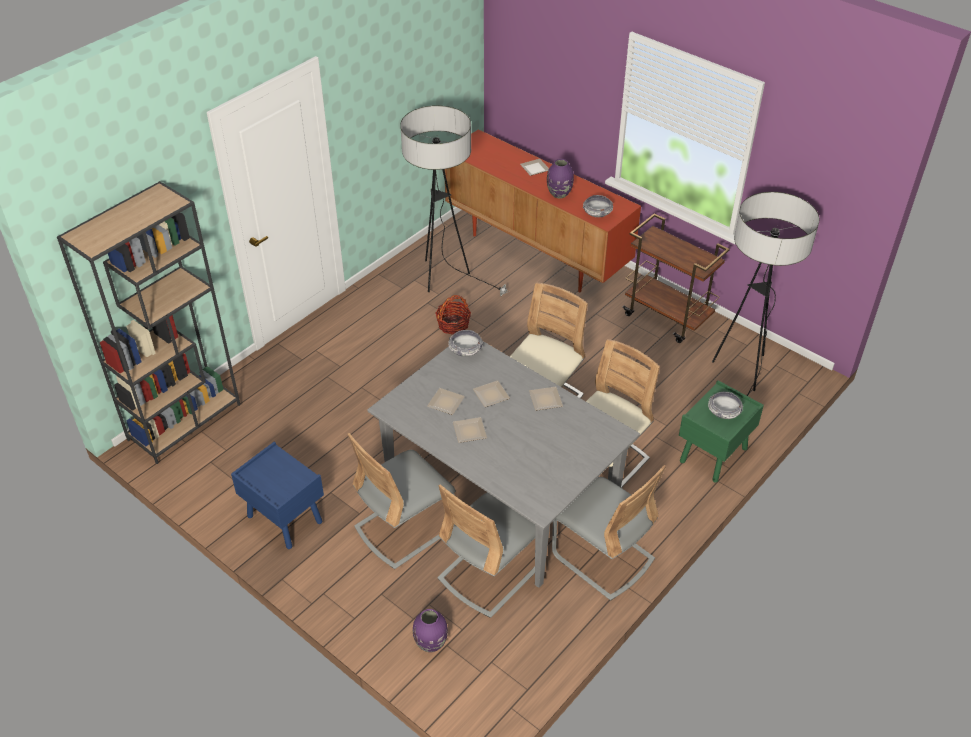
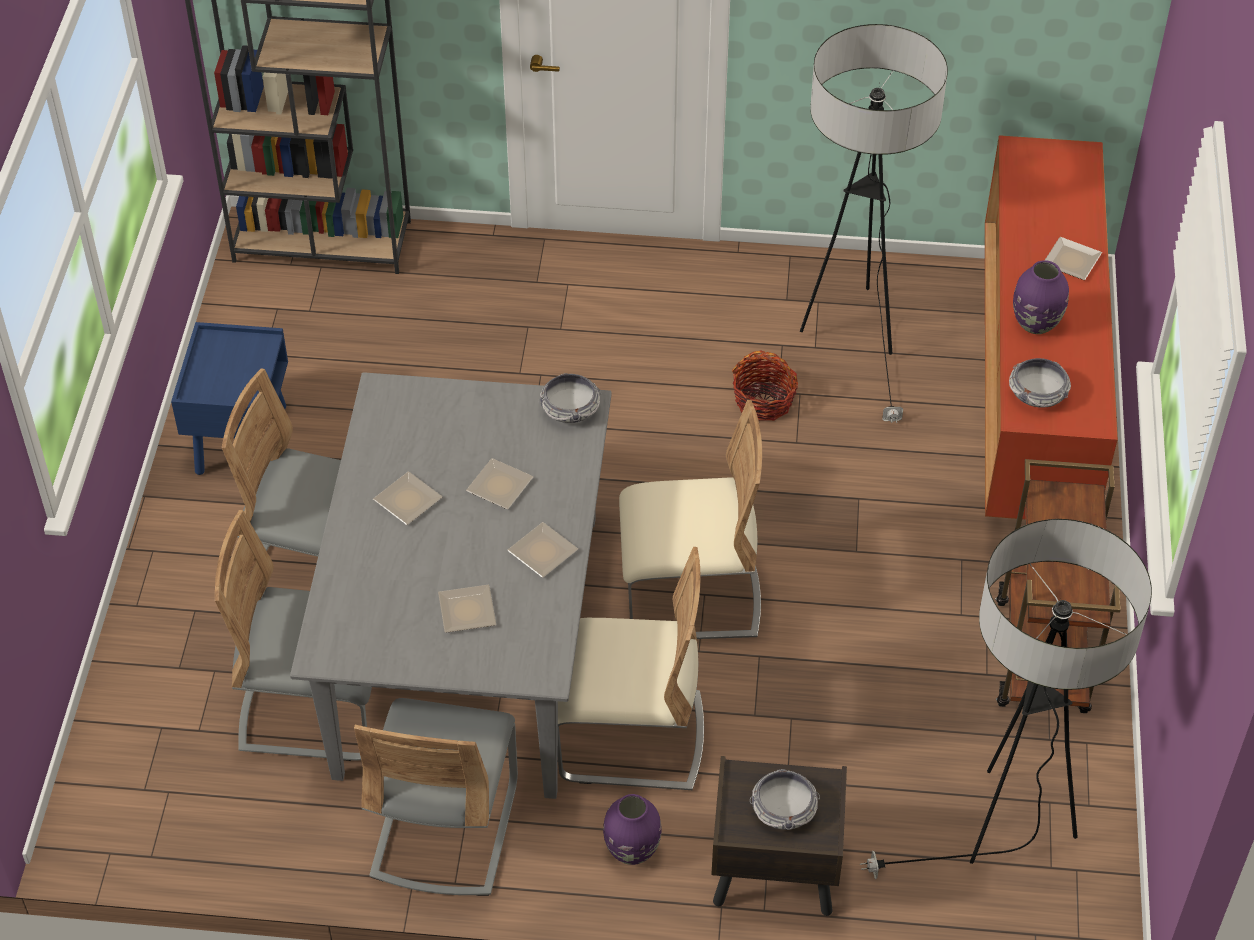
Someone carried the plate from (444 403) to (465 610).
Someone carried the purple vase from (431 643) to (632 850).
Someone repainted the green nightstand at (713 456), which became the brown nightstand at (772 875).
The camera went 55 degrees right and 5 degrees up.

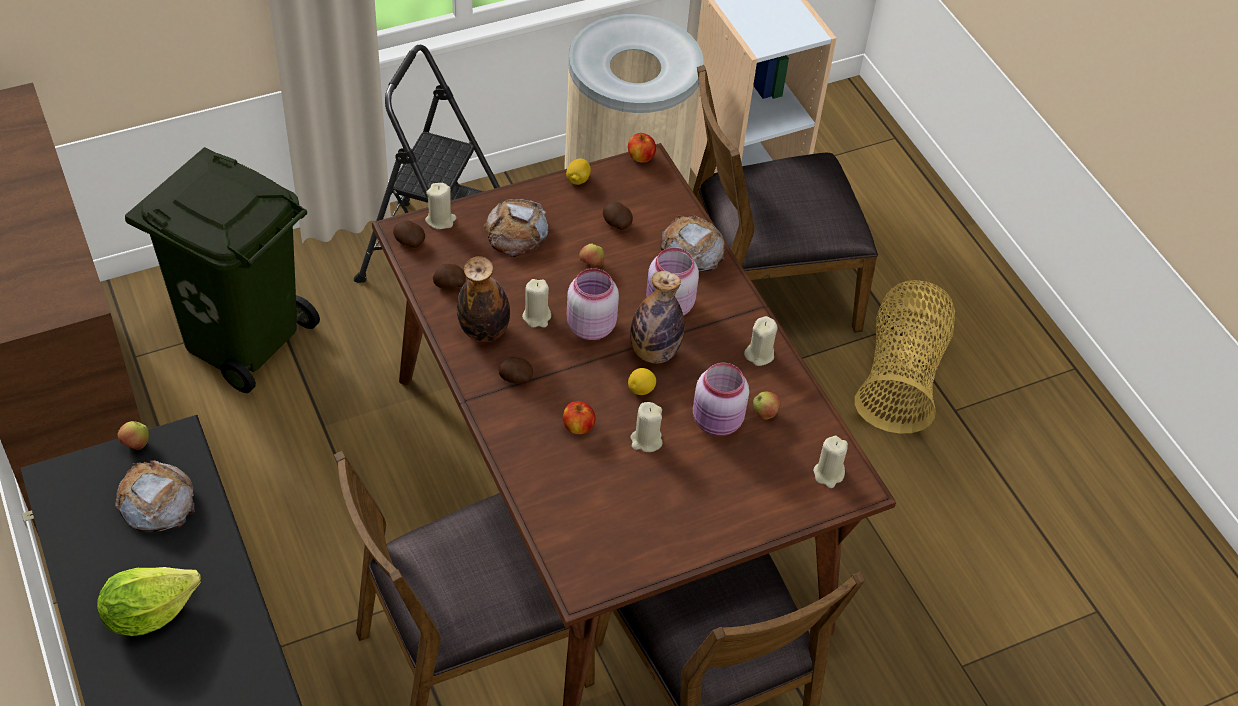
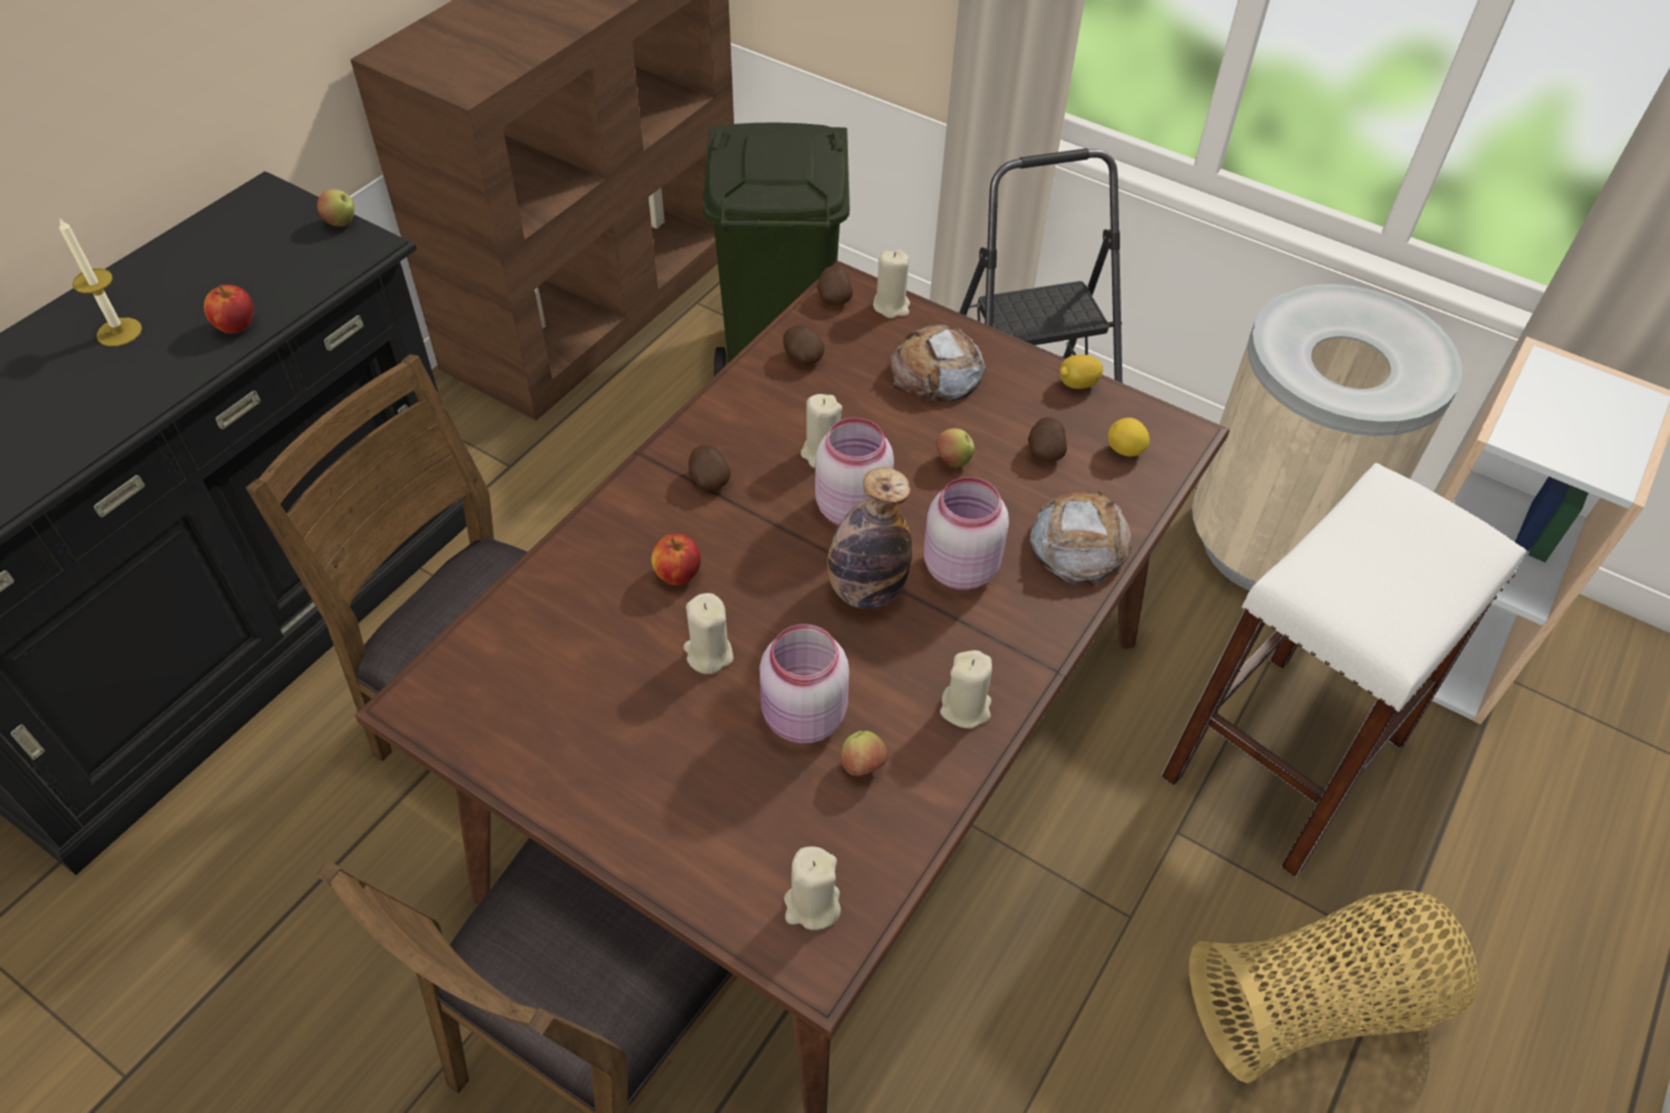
Someone swapped the lettuce at (148 613) for the candle at (119 332).
Someone carried the apple from (641 157) to (236 326).
Someone carried the lemon from (641 390) to (1125 451).
Someone swapped the brown chair at (763 292) for the white stool at (1285 758).
Someone took away the bread at (155 501).
Someone took away the bottle at (484 331).
The camera went 60 degrees right and 0 degrees up.

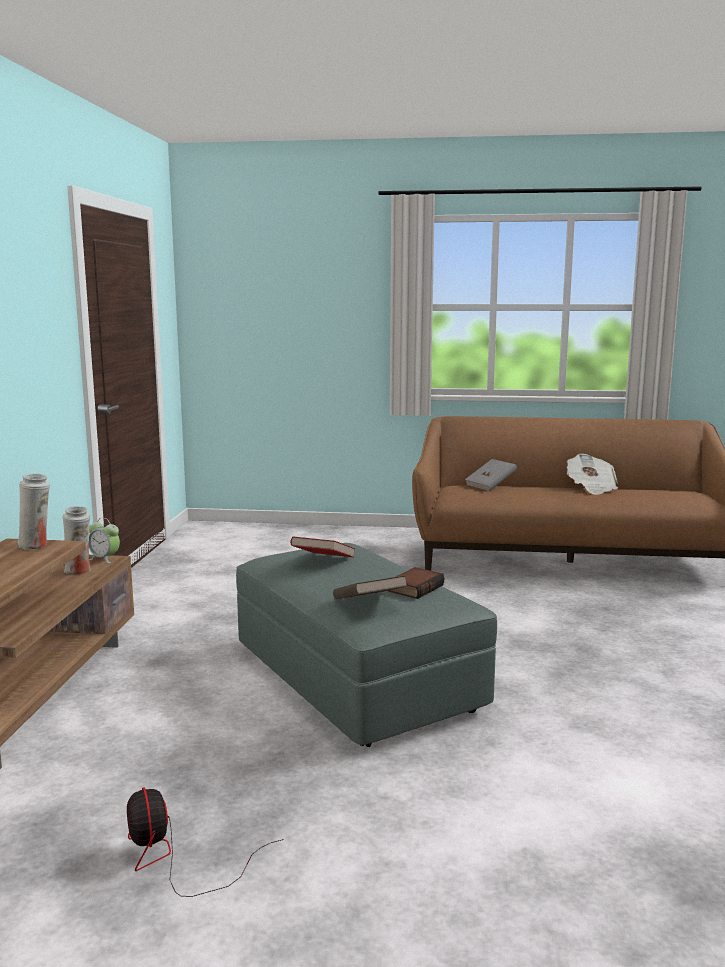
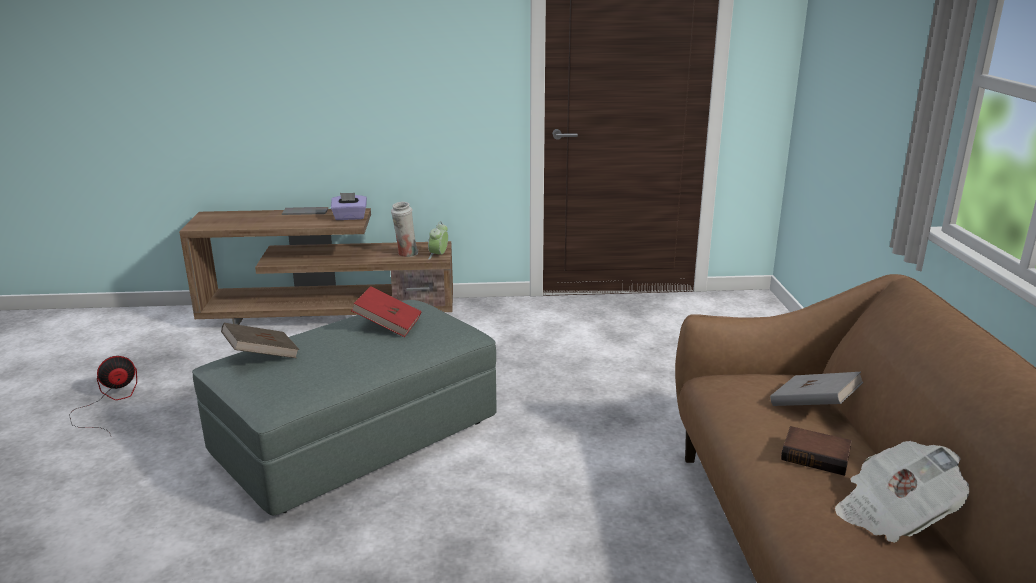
Someone swapped the white vase at (36 546) for the purple tissue box at (350 217).
Someone carried the book from (415 587) to (816 455).
The camera went 80 degrees right and 10 degrees up.

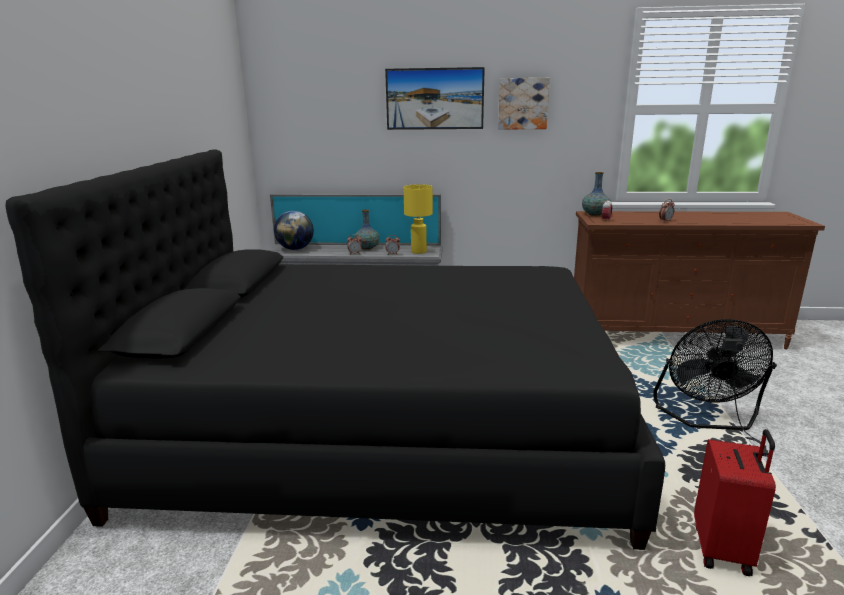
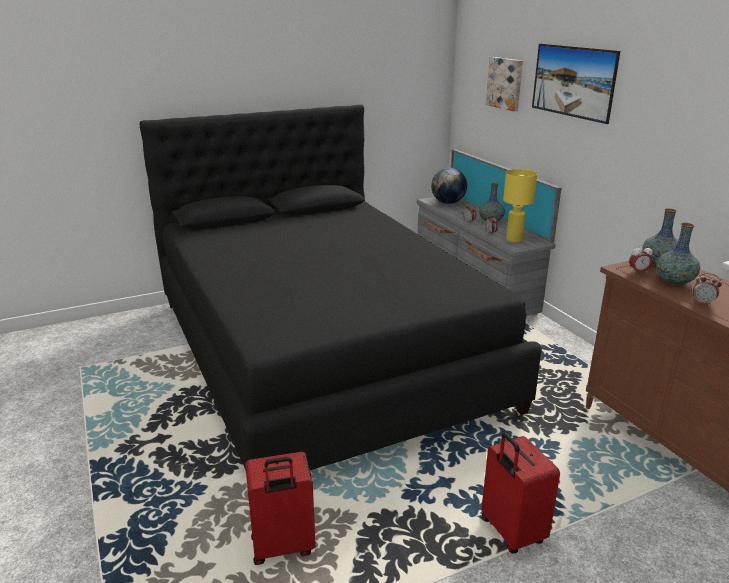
Someone swapped the black fan at (717 422) for the red suitcase at (511 532).
Someone carried the picture from (522 103) to (505 83).
Someone put down the vase at (674 282).
The camera went 60 degrees right and 5 degrees up.

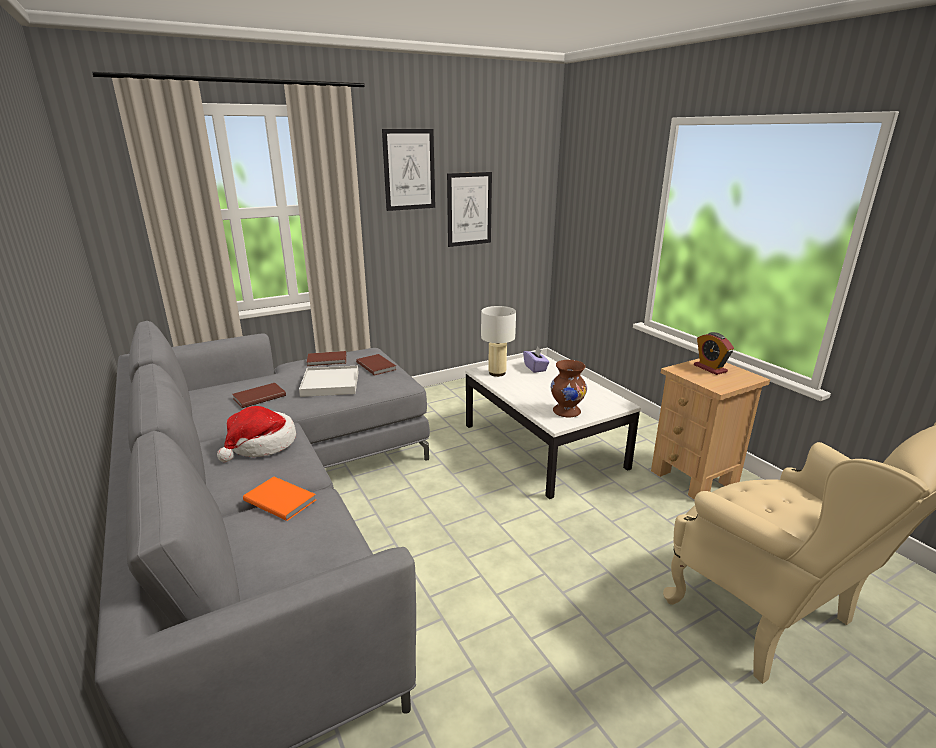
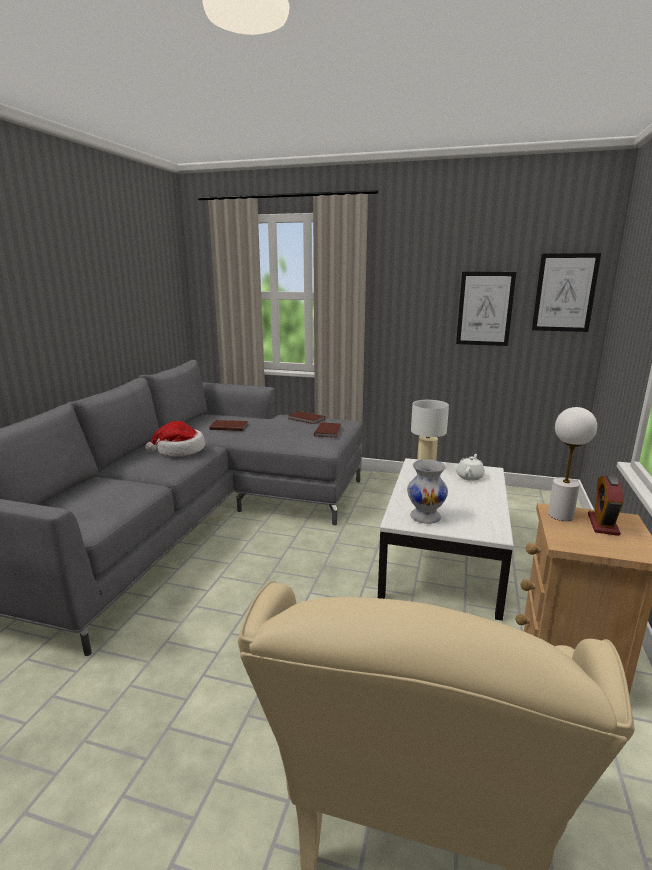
Someone repainted the brown vase at (566 412), which became the white vase at (425 517).
Someone swapped the purple tissue box at (535 368) for the white teapot at (470 476).
Someone carried the picture from (409 170) to (565 293).
Someone put down the white table lamp at (560 515).
Someone took away the orange book at (280 499).
Someone took away the white tray at (330 384).
The camera went 45 degrees right and 5 degrees down.

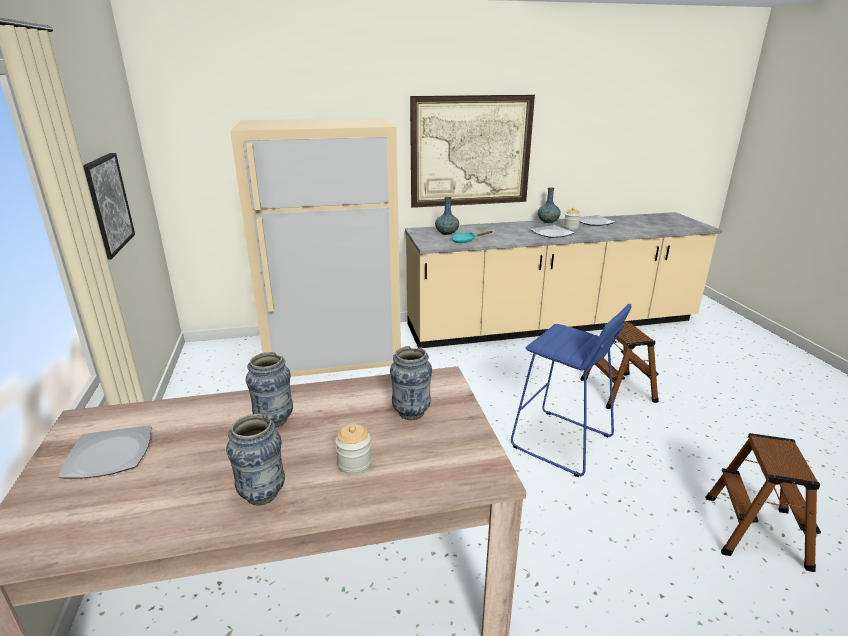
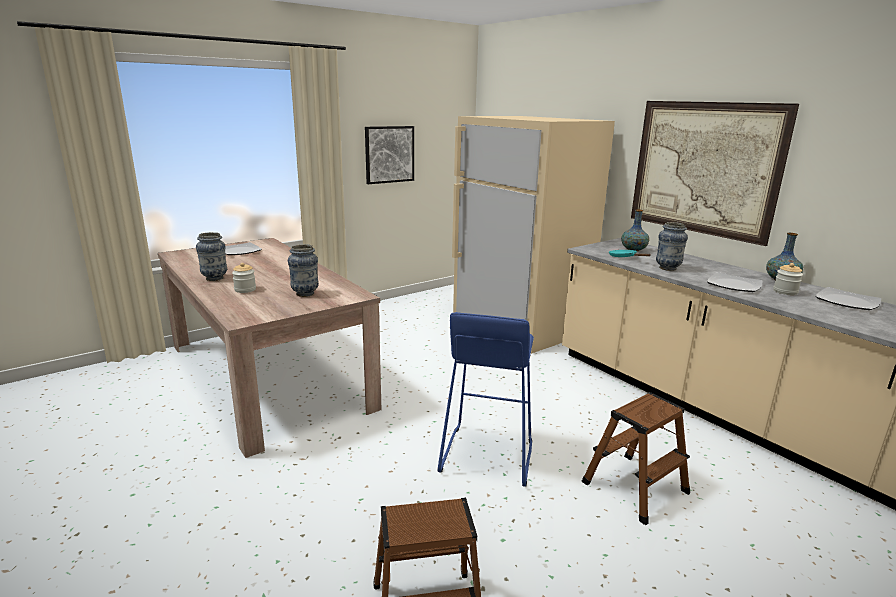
Someone carried the vase from (274 420) to (667 268).
The camera went 65 degrees right and 5 degrees down.

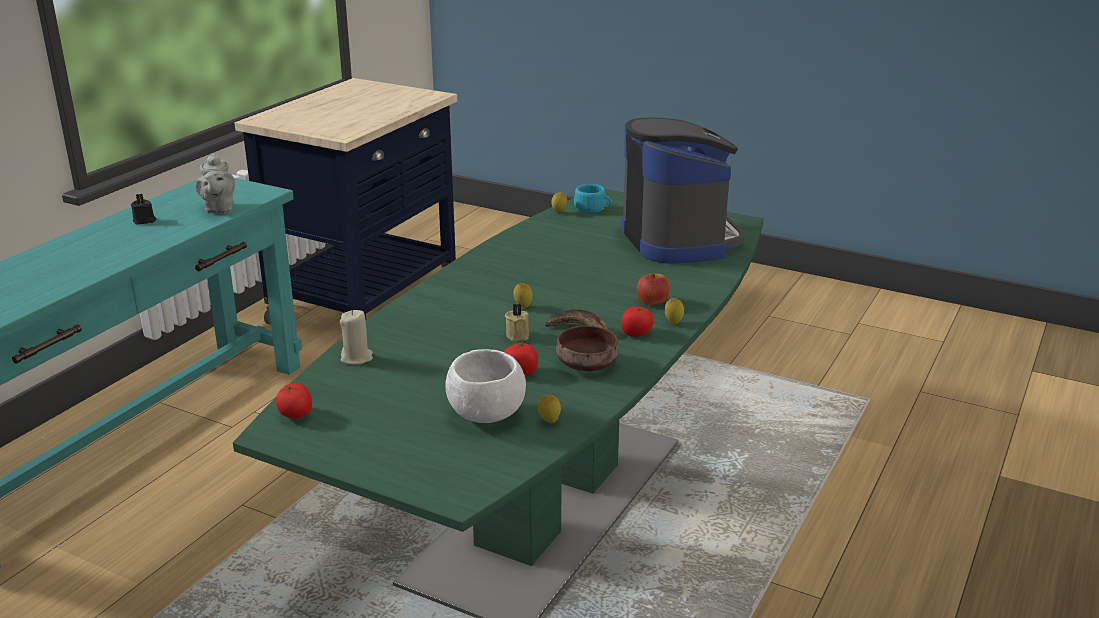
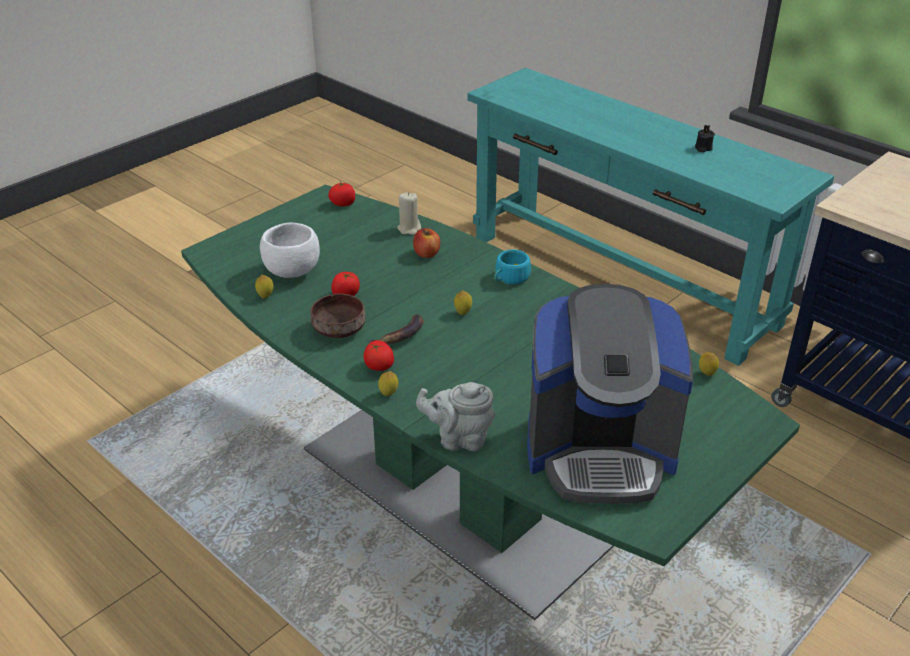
Someone carried the apple from (652 302) to (427 254).
Someone carried the grey teapot from (219 209) to (459 439).
Someone carried the turquoise cup from (593 209) to (509 278).
Someone took away the beige candle at (518 335).
The camera went 105 degrees right and 10 degrees up.

